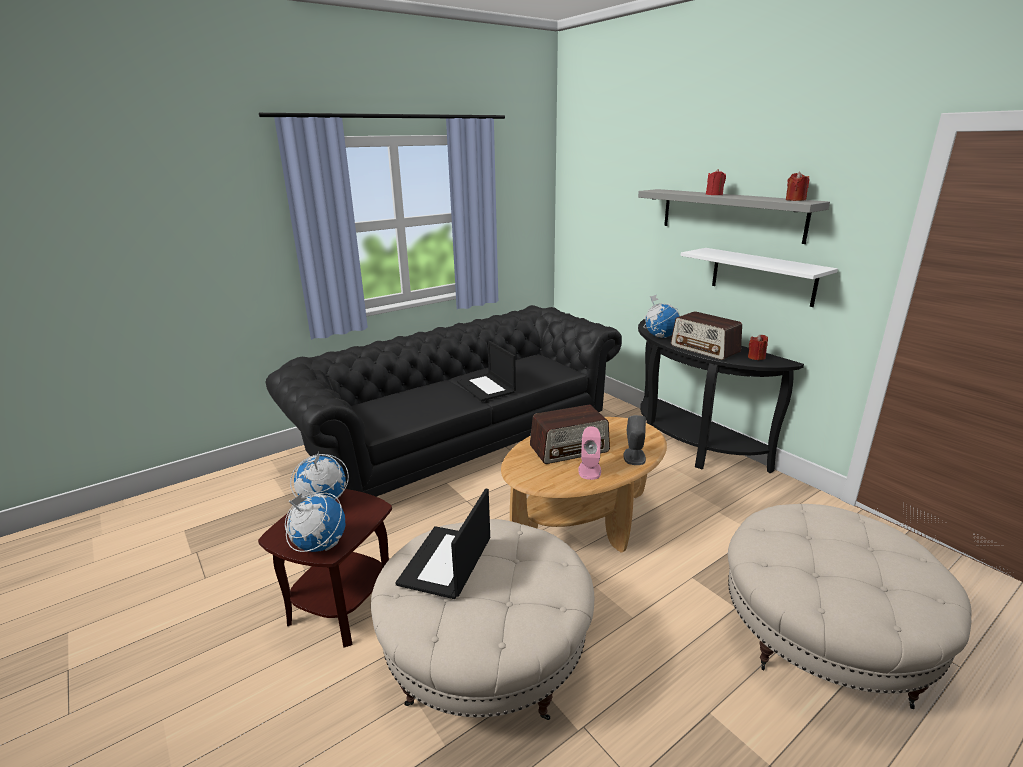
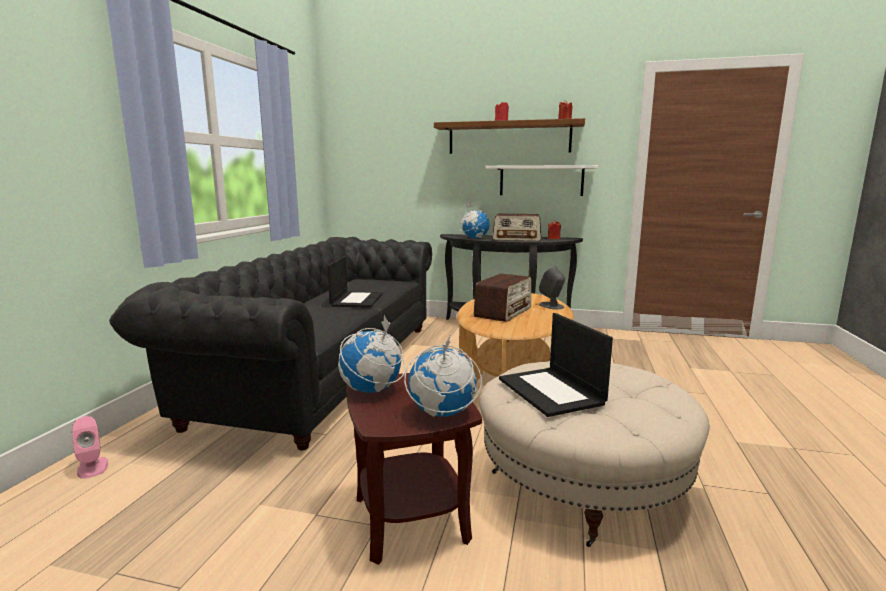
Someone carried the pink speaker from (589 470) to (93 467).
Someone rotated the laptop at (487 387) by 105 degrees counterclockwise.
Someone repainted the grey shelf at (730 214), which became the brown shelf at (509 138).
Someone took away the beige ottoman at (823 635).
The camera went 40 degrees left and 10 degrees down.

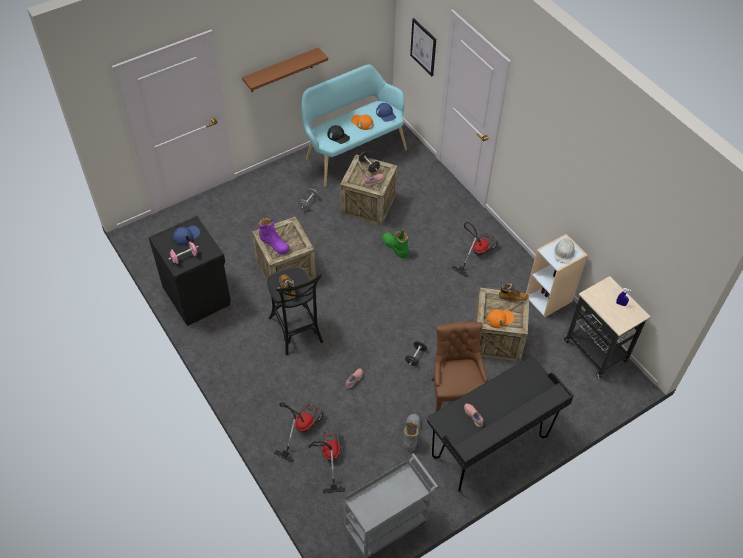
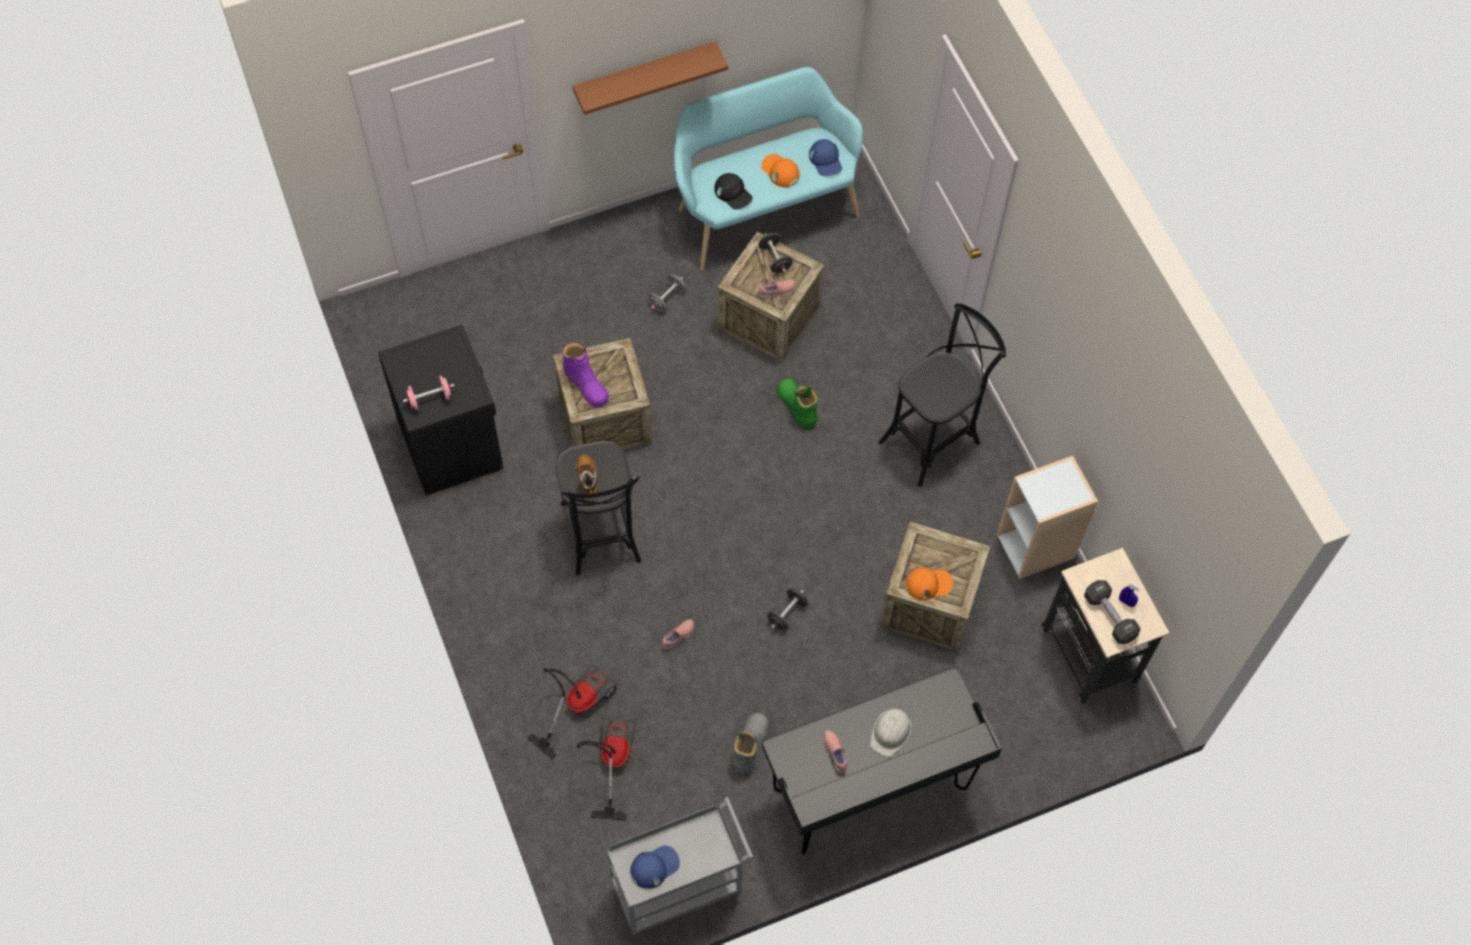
Someone carried the blue cap from (186 235) to (654 867).
Someone carried the white hard hat from (564 252) to (891 732).
Someone swapped the vacuum cleaner at (476 253) for the black stool at (933 440).
Someone put down the black dumbbell at (1109 616).
Someone took away the picture at (423 47).
Someone took away the brown chair at (455 394).
Someone took away the boot at (512 298).
The camera went 10 degrees right and 10 degrees up.

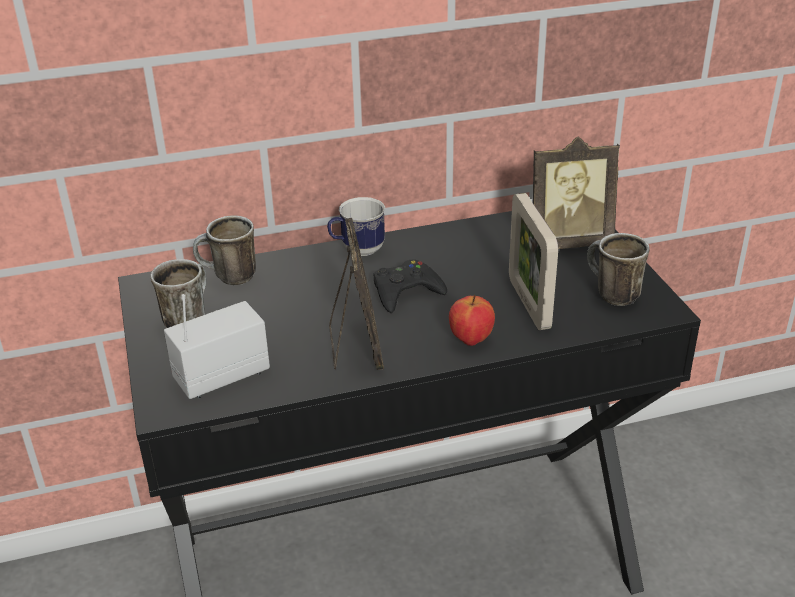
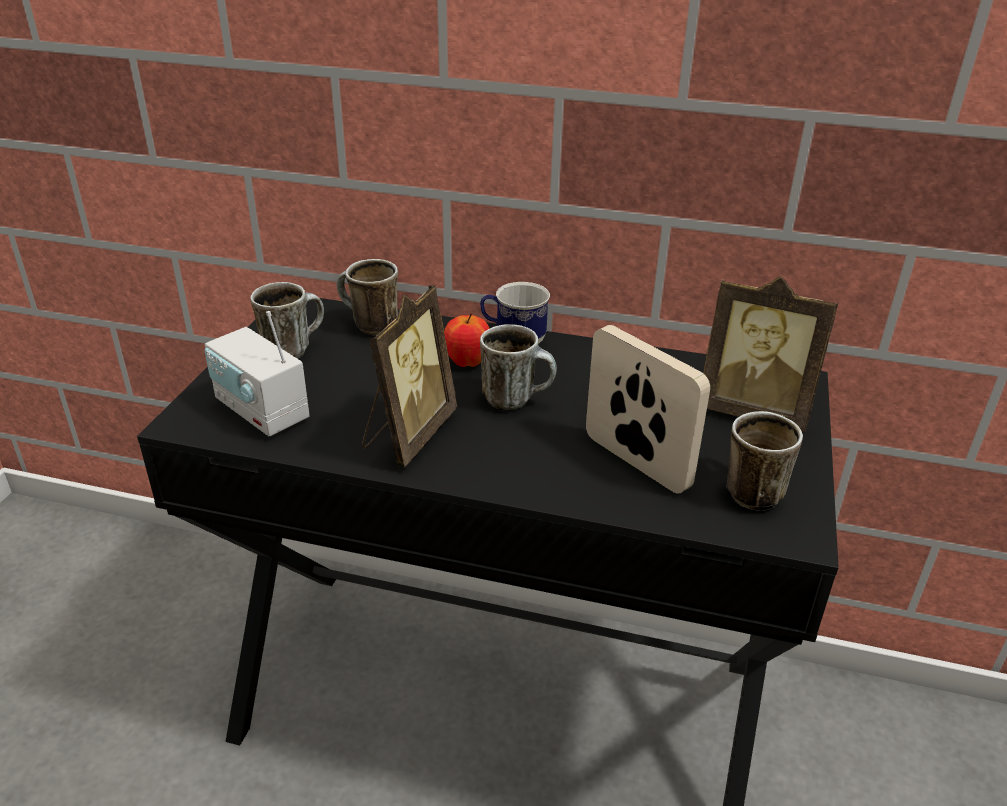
Someone rotated the radio at (221 375) by 135 degrees counterclockwise.
Someone carried the apple from (471 340) to (467 363).
Someone swapped the black game controller at (406 292) for the mug at (517 399).
Someone rotated the picture frame at (529 304) by 120 degrees clockwise.
The camera went 30 degrees right and 0 degrees up.

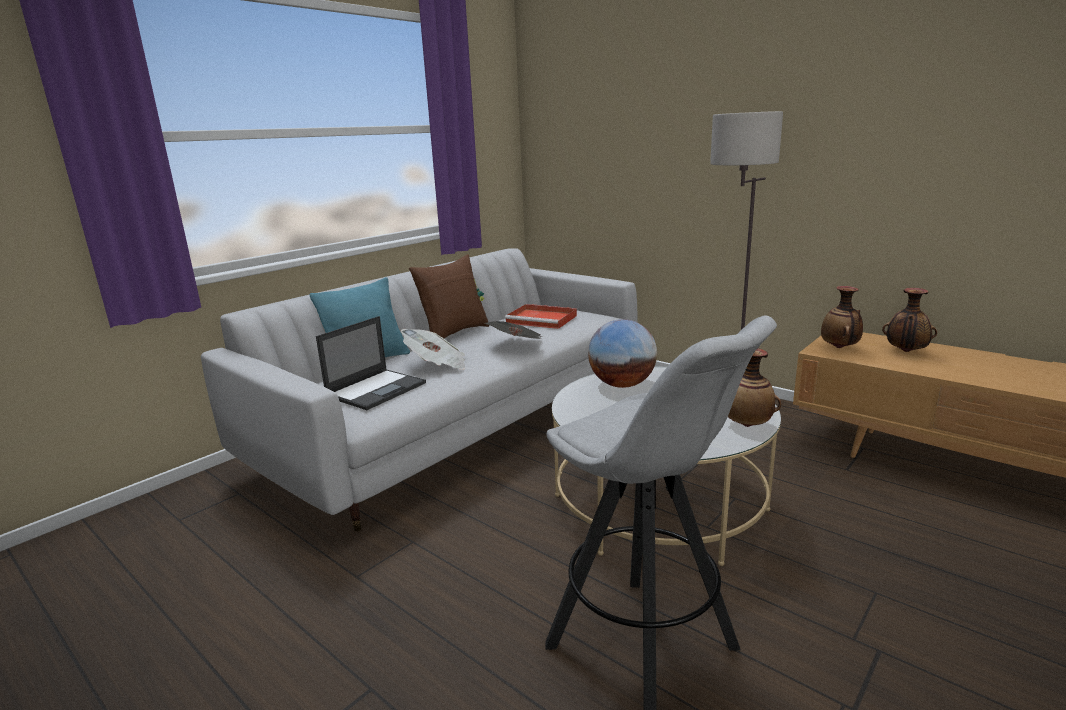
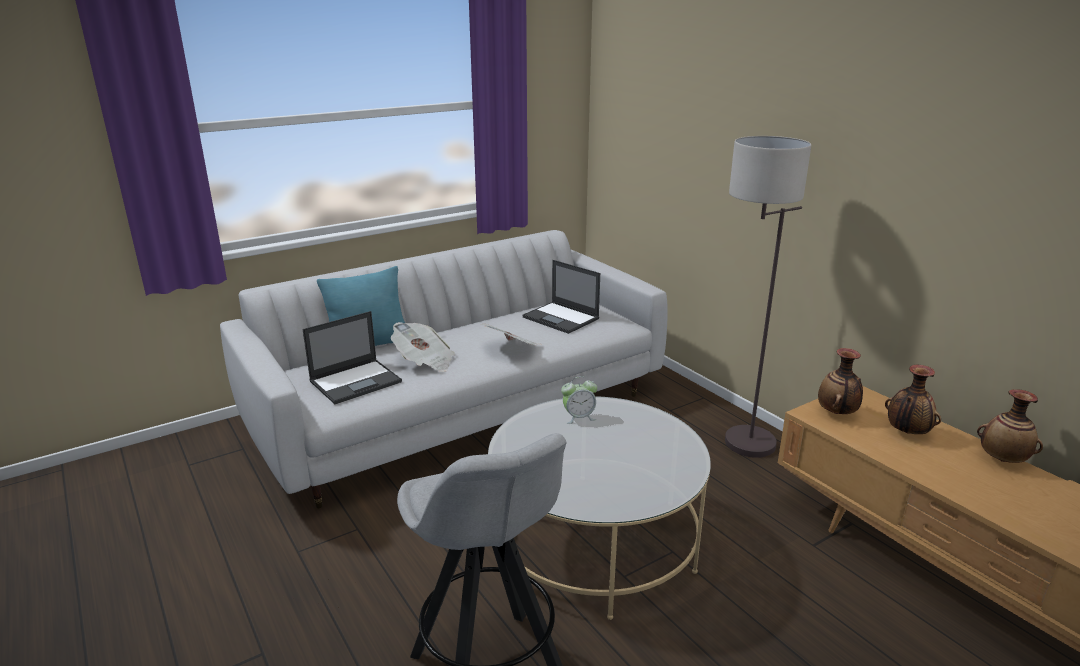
Someone swapped the red tray at (543 319) for the laptop at (561 318).
Someone swapped the globe at (622 384) for the alarm clock at (579 417).
Someone carried the vase from (747 425) to (1002 460).
Someone took away the brown pillow at (454 334).
The camera went 15 degrees right and 5 degrees up.

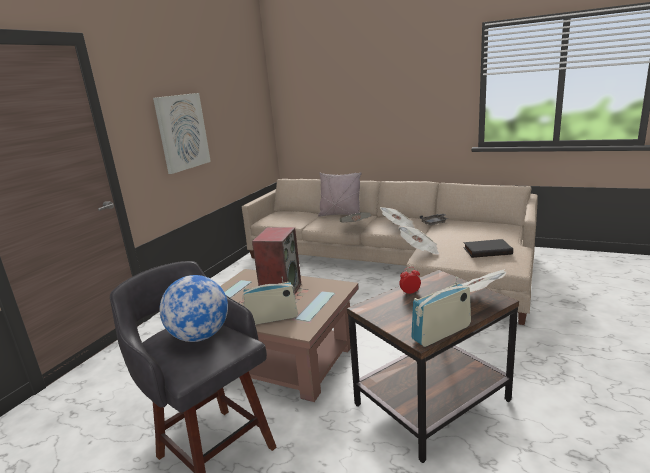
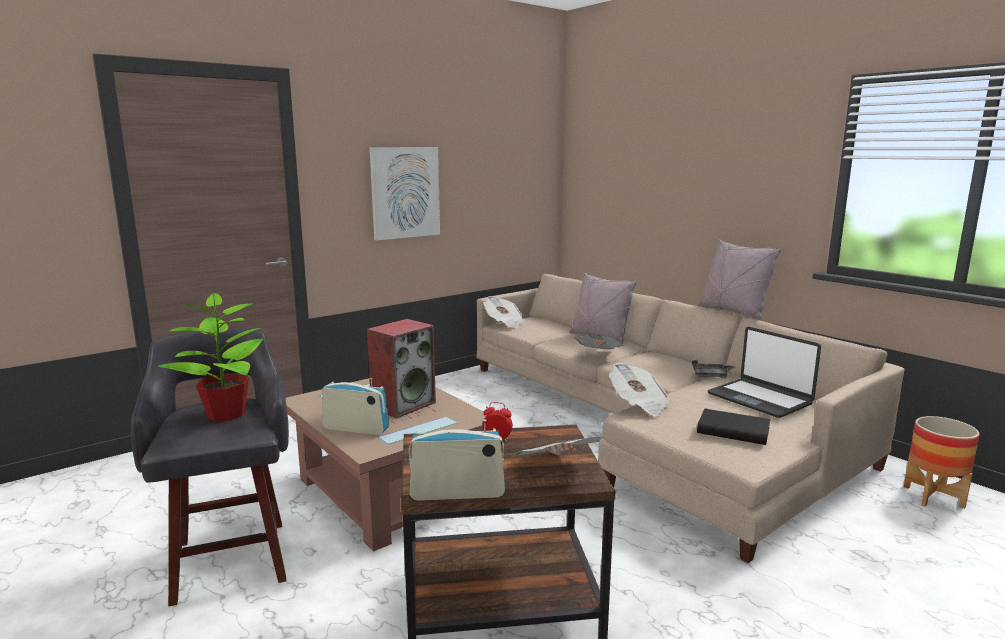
Someone swapped the globe at (200 336) for the potted plant at (225 414).
Someone carried the newspaper from (398 227) to (504 323).
Someone put down the purple pillow at (733 312).
Someone put down the laptop at (760 399).
Someone put down the planter at (934 497).
The camera went 25 degrees right and 5 degrees down.

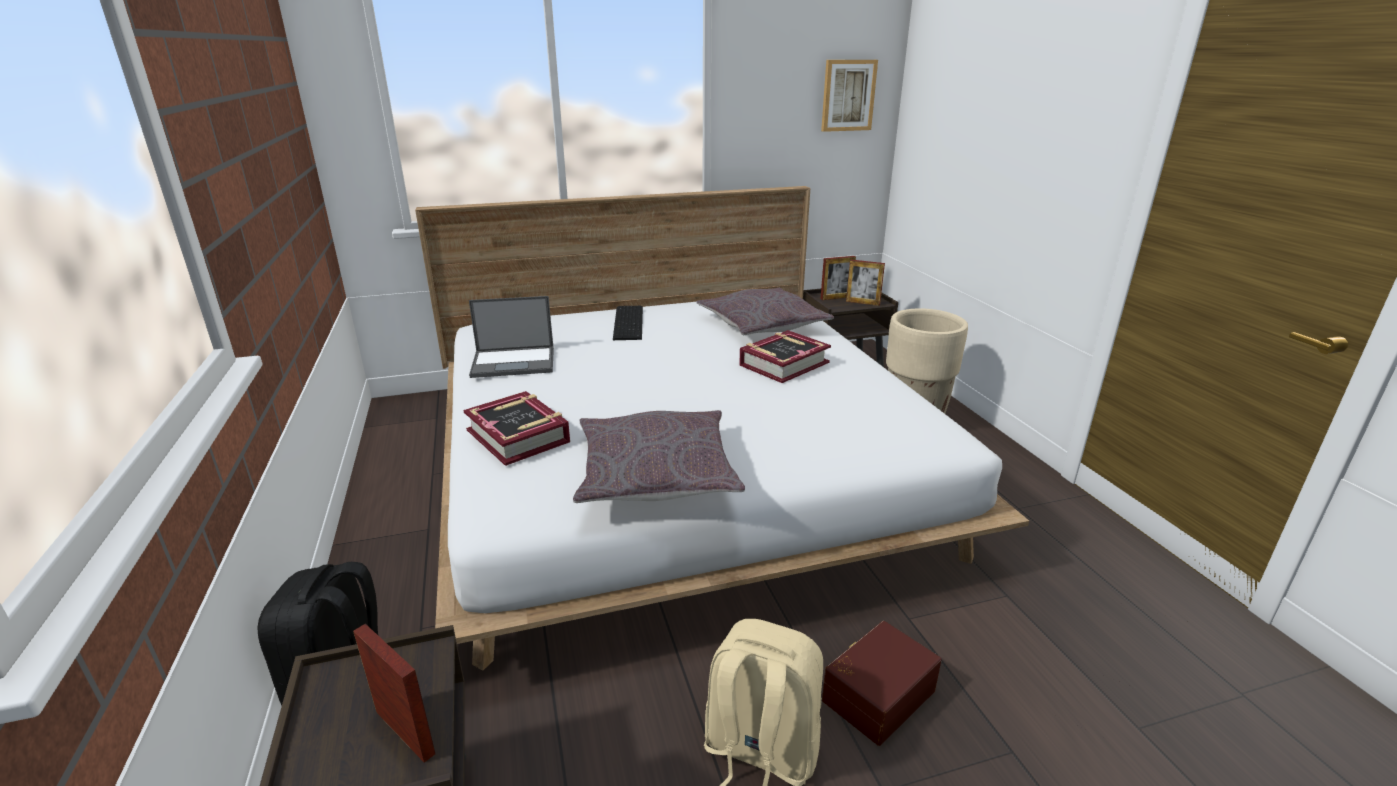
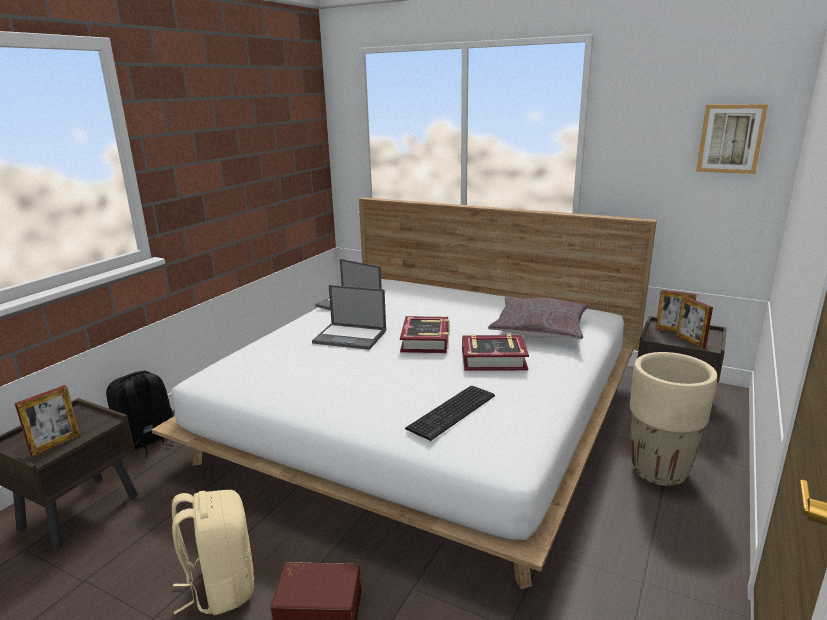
Someone rotated the picture frame at (405 732) by 45 degrees clockwise.
Someone put down the laptop at (351 336).
Someone carried the book from (519 436) to (426 341).
Someone carried the keyboard from (630 322) to (454 412).
Someone took away the grey pillow at (655 472).
The camera went 45 degrees right and 5 degrees down.

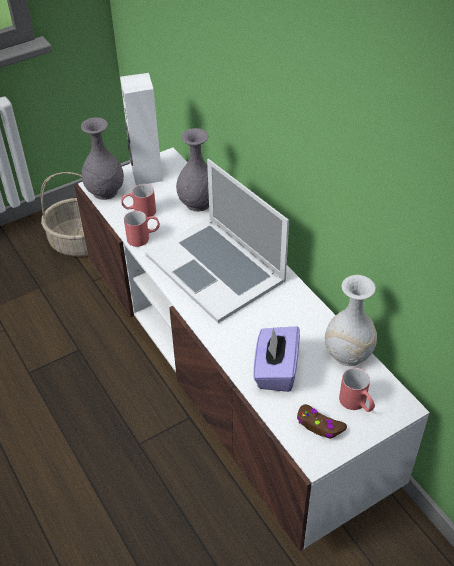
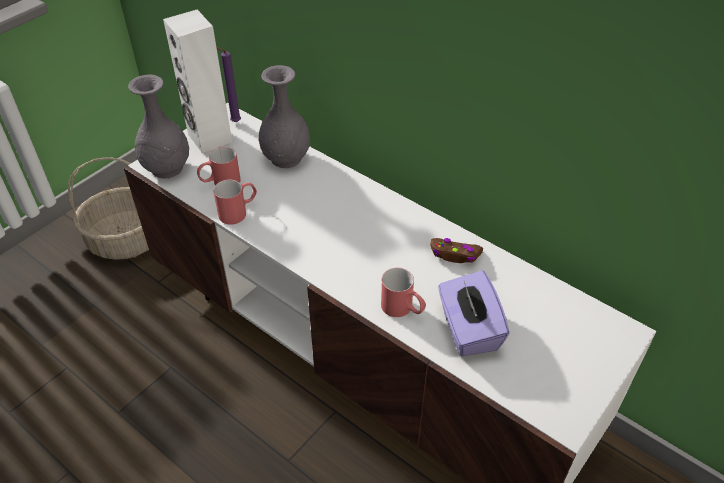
Someone put down the purple candle at (234 122).
Someone carried the red mug from (357 404) to (403 309).
Someone carried the brown game controller from (319 425) to (455 254).
Someone took away the laptop at (216 267).
Someone took away the white vase at (347 354).
The camera went 20 degrees left and 0 degrees up.

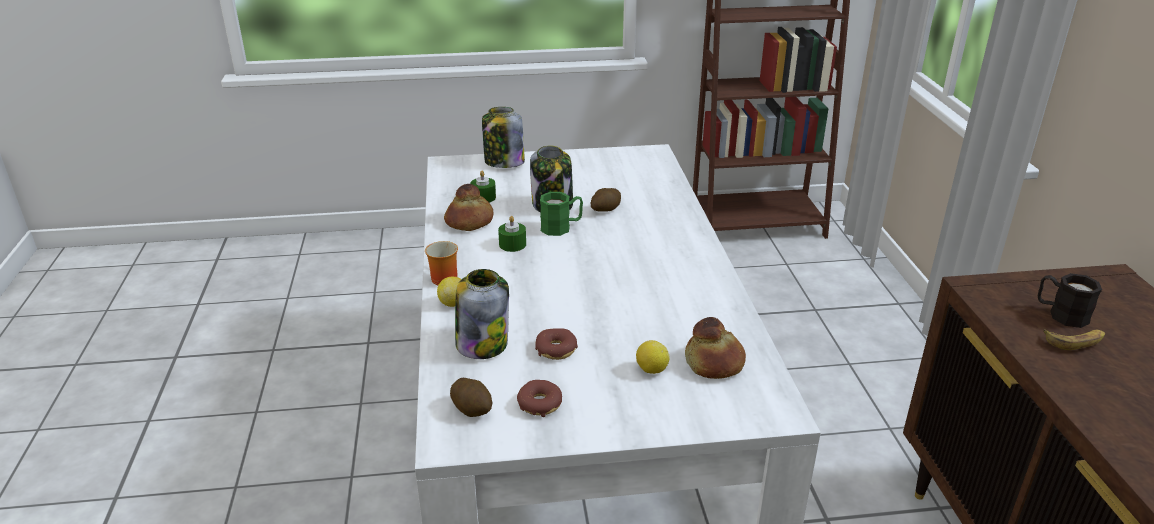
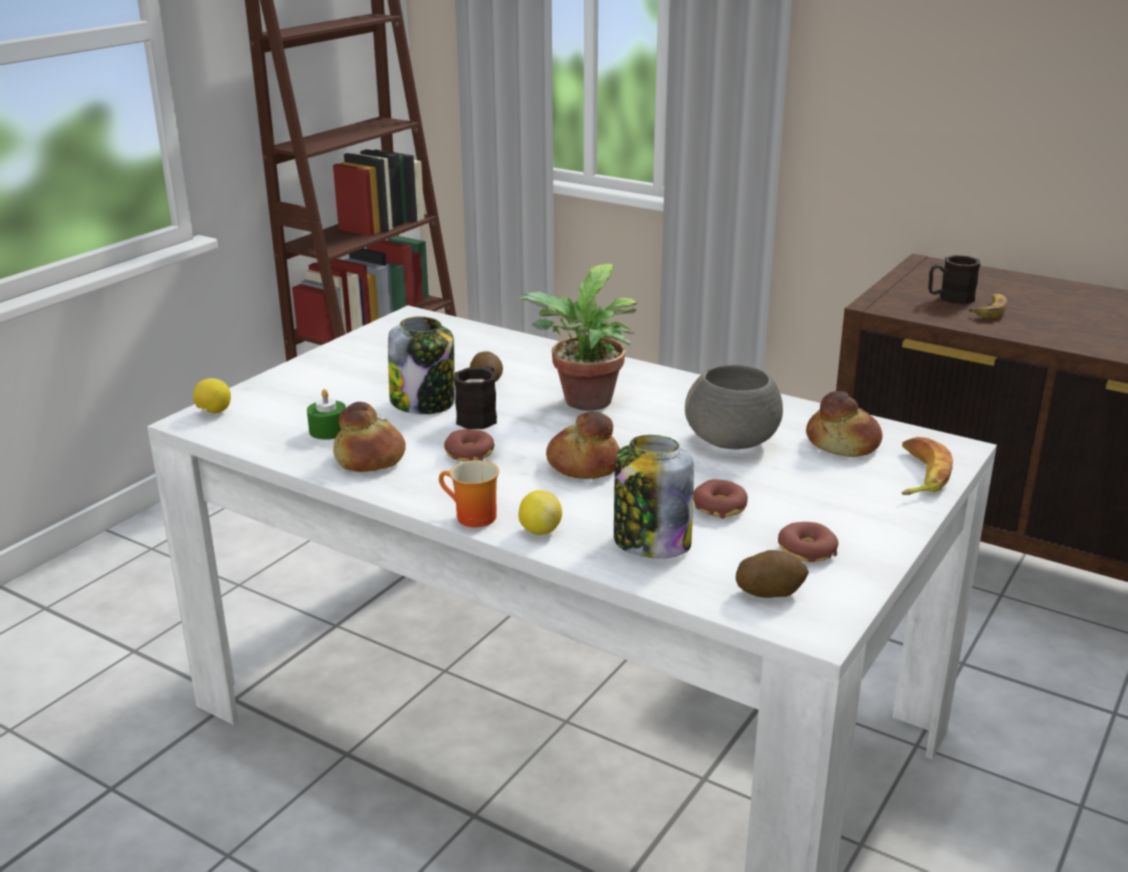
Someone carried the lemon from (651 369) to (213 412).
Someone swapped the green candle at (512 244) for the donut at (469 453).
Someone repainted the green mug at (561 227), which became the black mug at (480 416).
Someone put down the potted plant at (583 403).
Someone put down the bread at (582 465).
Someone put down the grey bowl at (733 441).
Someone put down the banana at (918 475).
Someone took away the jar at (503 162).
The camera went 50 degrees left and 5 degrees down.

